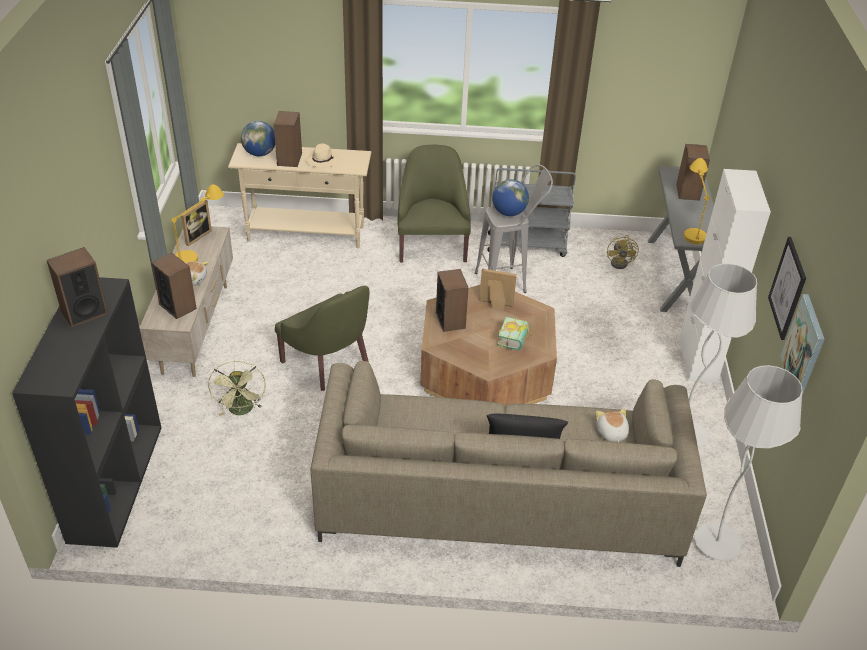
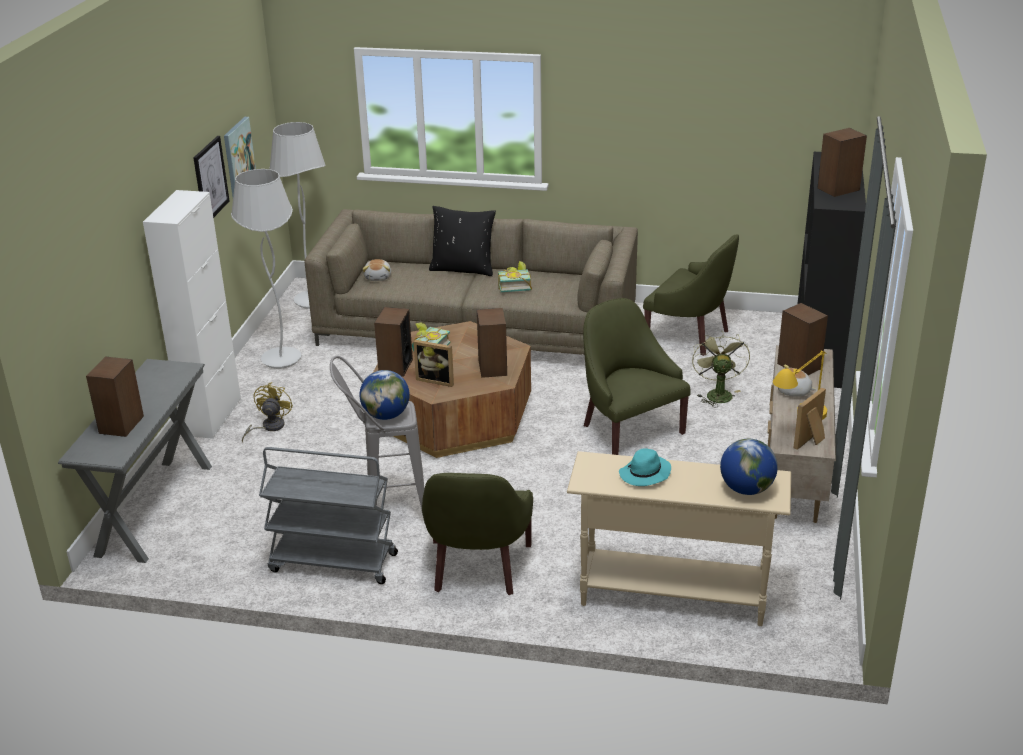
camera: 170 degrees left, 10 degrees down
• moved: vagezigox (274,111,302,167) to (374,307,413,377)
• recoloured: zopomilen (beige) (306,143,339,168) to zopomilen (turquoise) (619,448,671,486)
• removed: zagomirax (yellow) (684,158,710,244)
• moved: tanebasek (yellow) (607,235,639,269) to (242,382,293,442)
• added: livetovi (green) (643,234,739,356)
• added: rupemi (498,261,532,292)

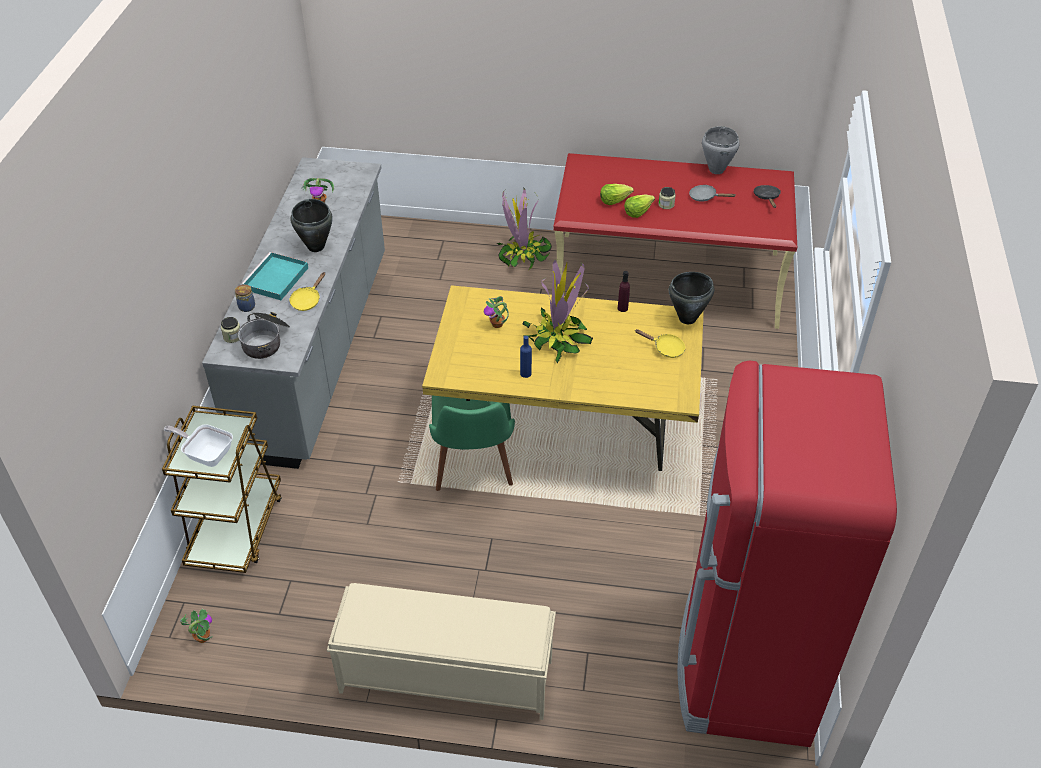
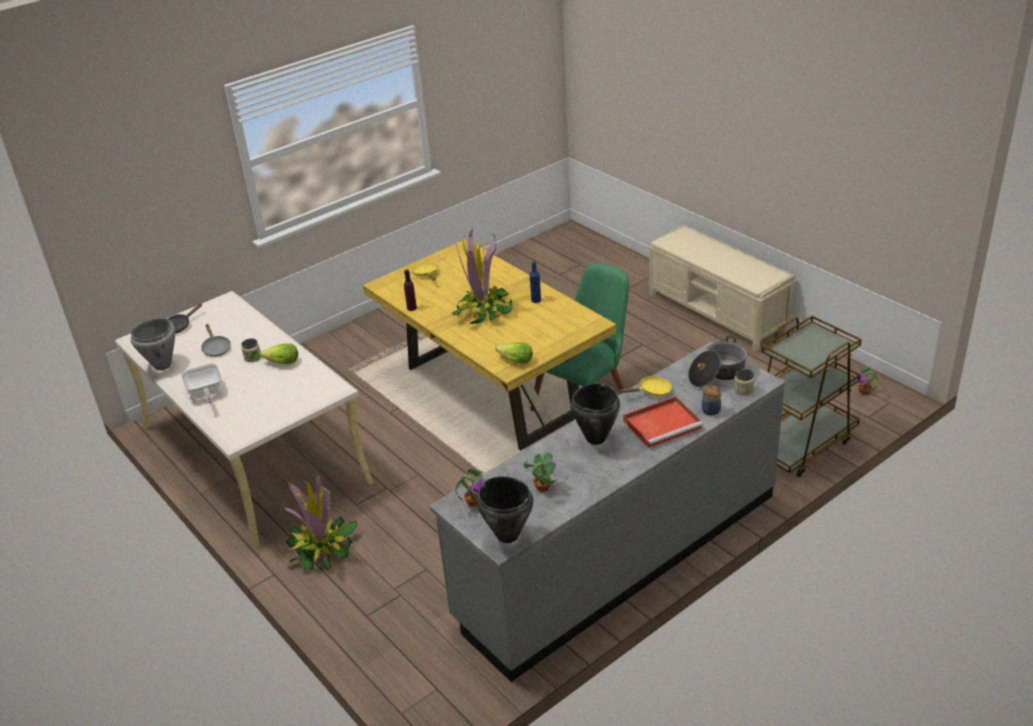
camera: 135 degrees left, 10 degrees down
• recoloured: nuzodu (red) (553,153,797,329) to nuzodu (beige) (115,291,373,548)
• moved: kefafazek (600,184,634,205) to (495,342,533,364)
• recoloured: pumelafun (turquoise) (241,252,308,300) to pumelafun (red) (623,396,703,448)
• moved: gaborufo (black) (669,272,714,324) to (476,476,533,543)
• moved: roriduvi (484,296,509,328) to (455,468,485,507)
• removed: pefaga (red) (677,361,897,747)
• moved: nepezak (164,424,233,467) to (181,363,222,403)

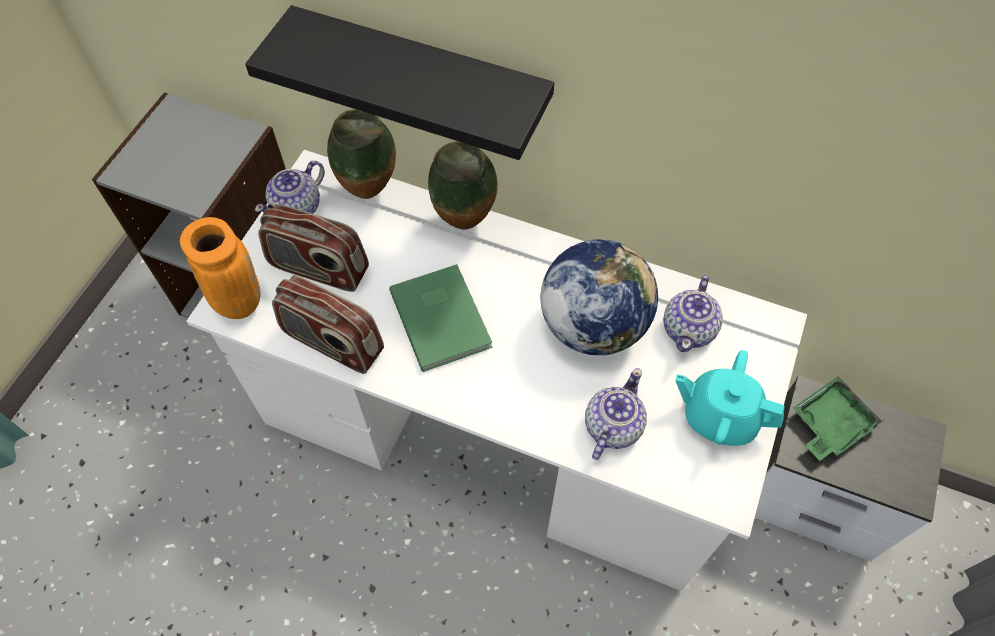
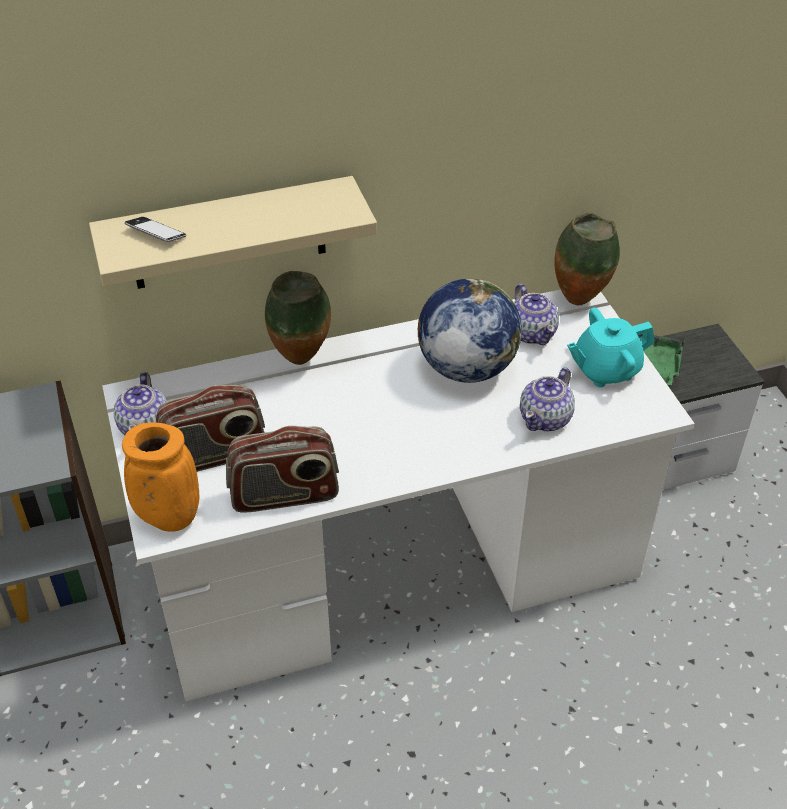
camera: 40 degrees left, 15 degrees down
• recoloured: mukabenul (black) (245,5,554,160) to mukabenul (beige) (89,176,377,289)
• moved: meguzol (327,109,396,199) to (554,212,620,305)
• removed: rupemi (green) (389,264,492,372)
• turned: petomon (585,368,647,460) = (520,367,575,432) 135 degrees counterclockwise
• added: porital (125,217,186,242)

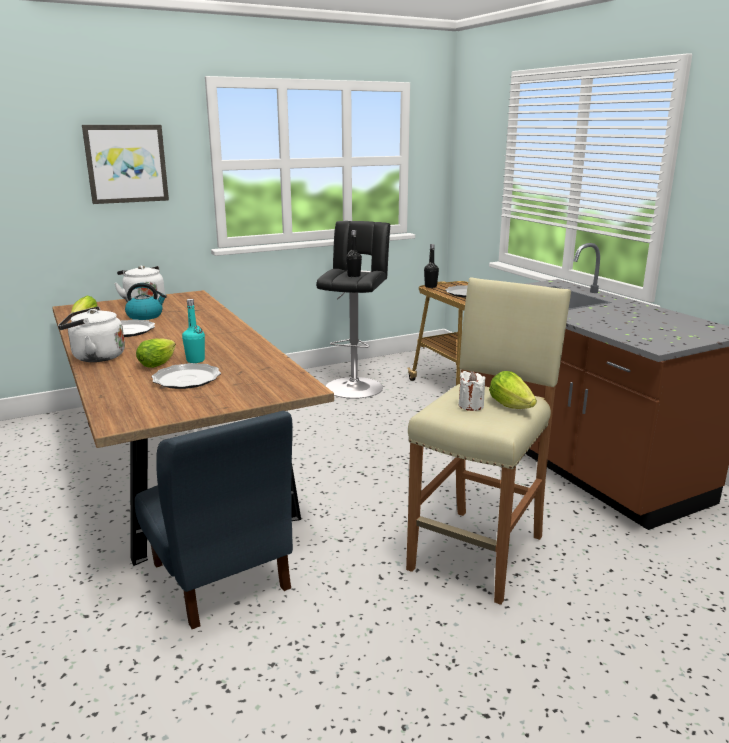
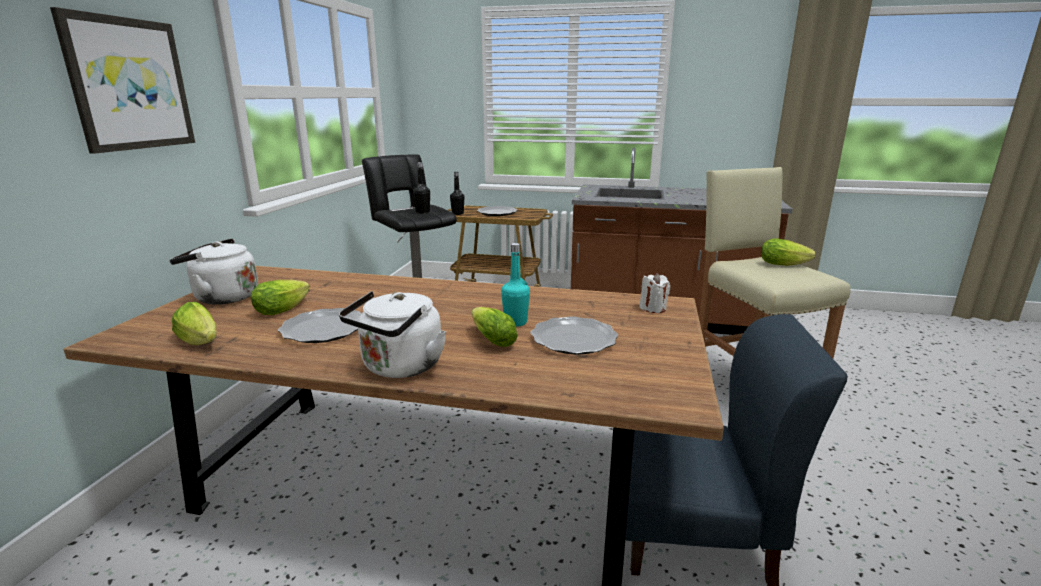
camera: 50 degrees left, 0 degrees up
• replaced: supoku (125,283,167,320) to kefafazek (251,280,310,315)
• moved: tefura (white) (458,371,485,411) to (639,273,670,313)

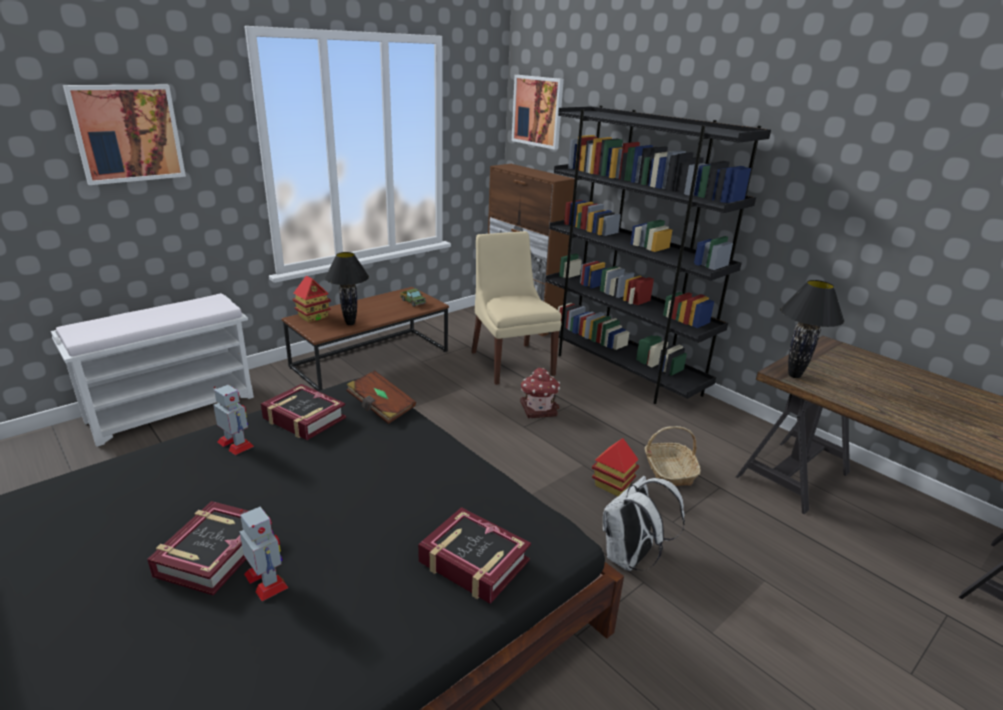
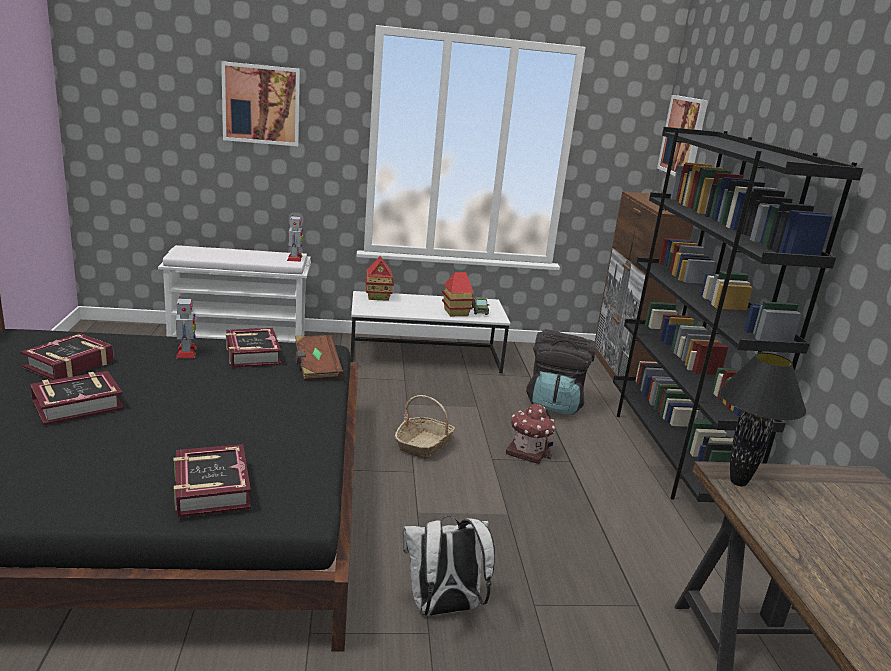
camera: 35 degrees right, 5 degrees down
• replaced: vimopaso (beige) (471,231,562,385) to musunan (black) (526,329,597,415)
• removed: zagomirax (black) (325,252,369,325)
• recoloured: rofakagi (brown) (282,287,449,391) to rofakagi (white) (350,291,510,373)
• moved: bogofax (645,426,701,486) to (395,395,455,459)
• moved: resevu (592,438,639,496) to (442,272,475,316)
• moved: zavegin (239,507,288,601) to (287,215,303,262)
• added: rupemi (20,333,114,380)

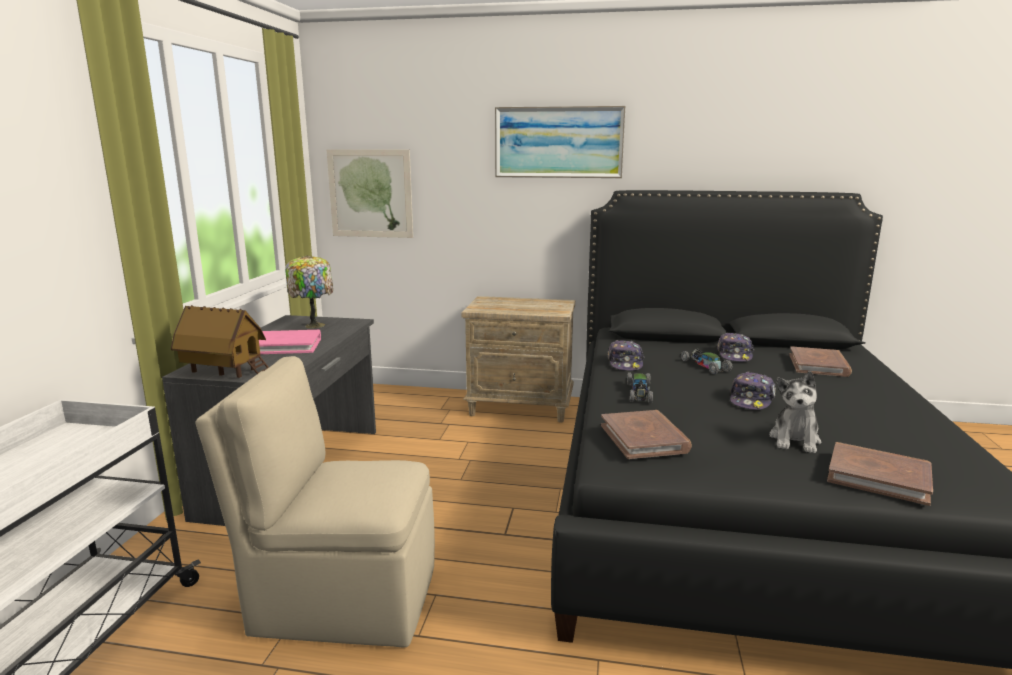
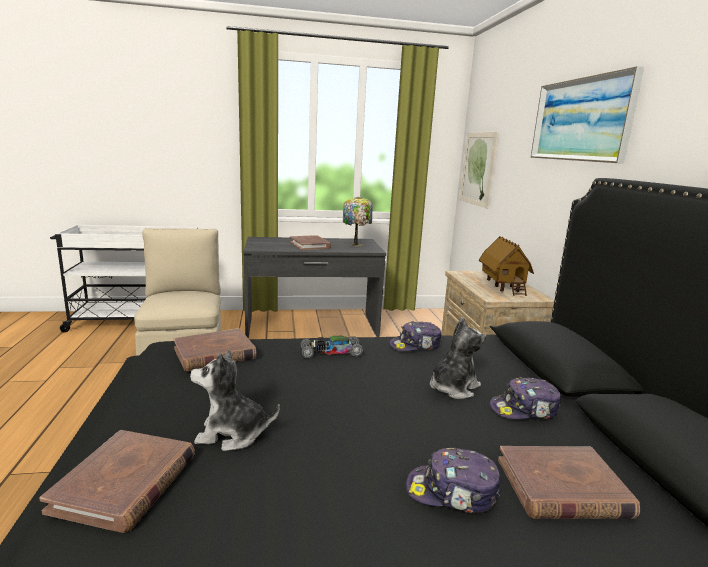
camera: 70 degrees right, 0 degrees up
• moved: resevu (171,305,269,378) to (479,236,534,296)
• recoloured: rupemi (pink) (259,330,321,354) to rupemi (brown) (290,235,331,250)
• replaced: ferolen (681,348,732,374) to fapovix (430,317,486,399)
• moved: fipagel (730,372,776,410) to (406,448,500,513)

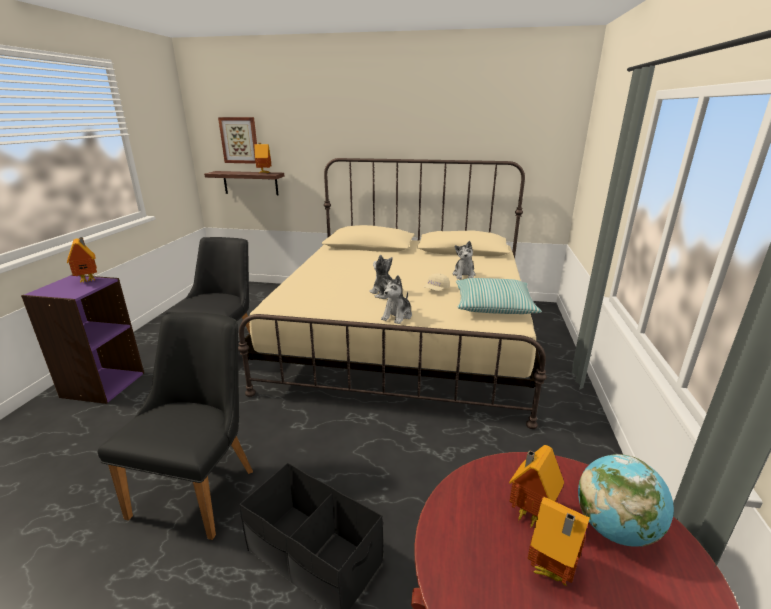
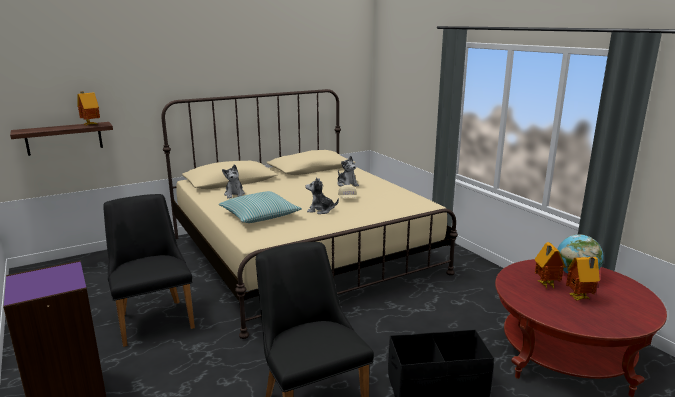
camera: 40 degrees left, 5 degrees down
• removed: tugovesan (218,117,257,164)
• removed: resevu (67,237,97,283)
• moved: fapovix (381,275,412,324) to (222,164,245,199)
• moved: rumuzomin (456,278,542,314) to (219,191,302,223)

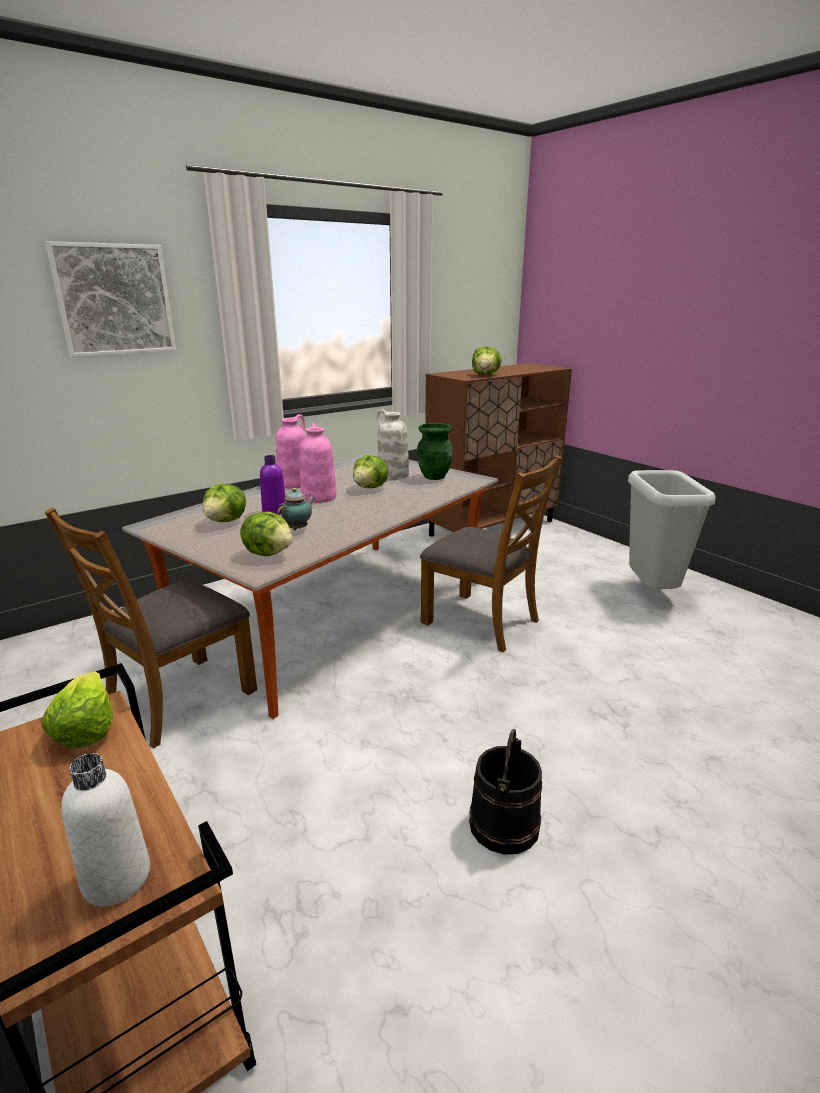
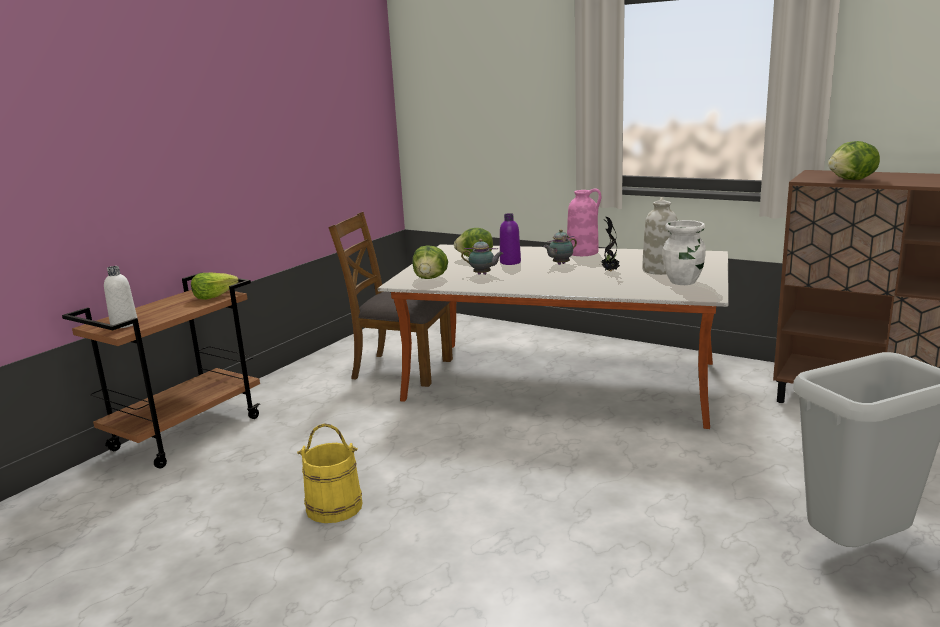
camera: 70 degrees right, 5 degrees down
• removed: tugovesan (45,241,176,358)
• replaced: meguzol (pink) (300,423,336,503) to petomon (543,229,577,265)
• recoloured: meguzol (green) (417,423,453,480) to meguzol (white) (663,220,706,285)
• replaced: kefafazek (353,455,389,488) to roriduvi (602,216,620,271)
• removed: vimopaso (brown) (420,455,562,652)
• recoloured: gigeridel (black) (469,729,542,854) to gigeridel (yellow) (297,423,363,523)

